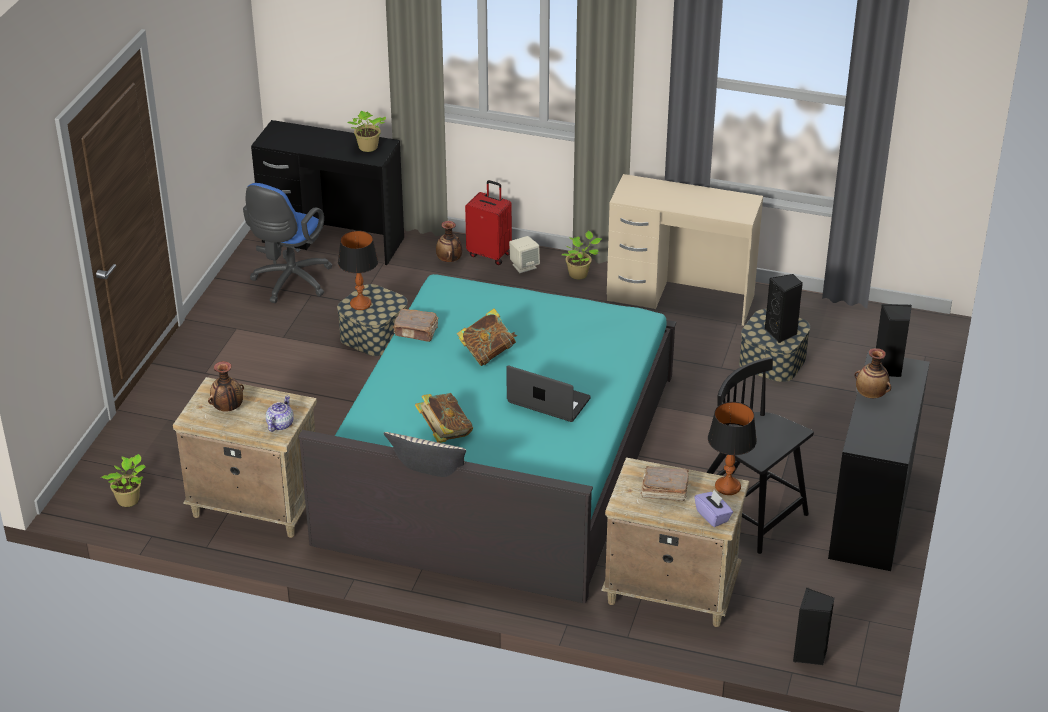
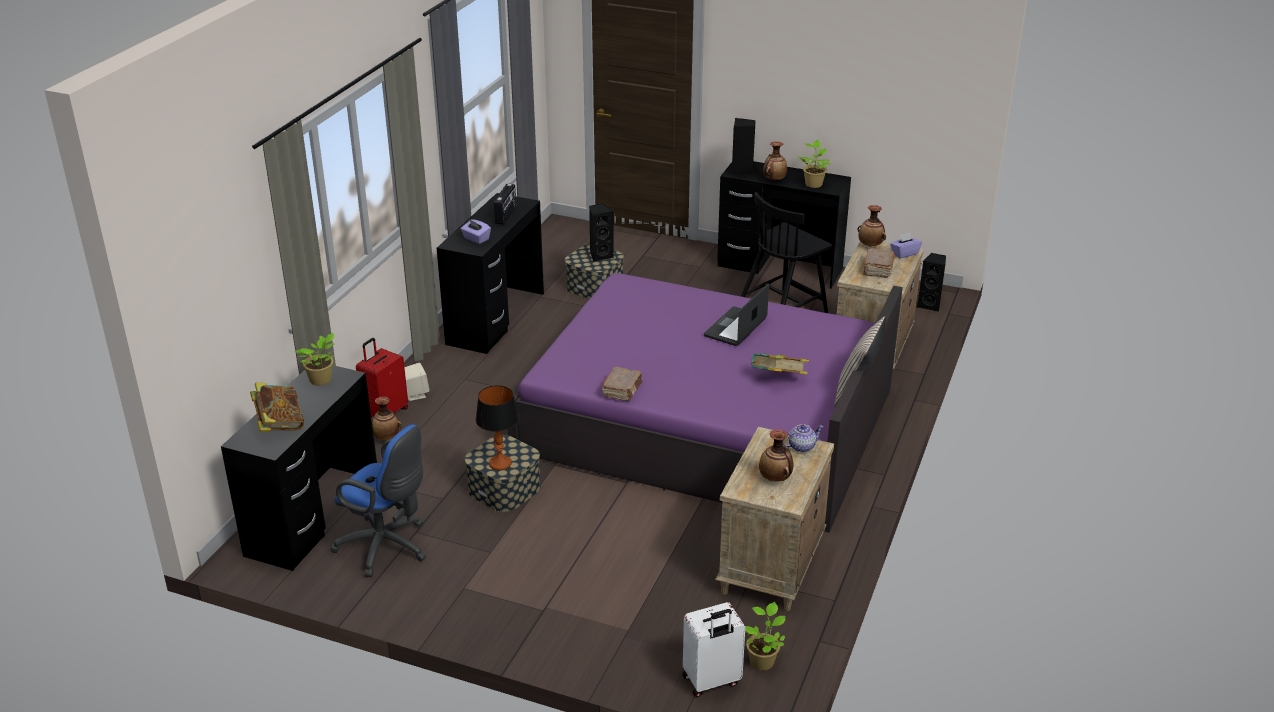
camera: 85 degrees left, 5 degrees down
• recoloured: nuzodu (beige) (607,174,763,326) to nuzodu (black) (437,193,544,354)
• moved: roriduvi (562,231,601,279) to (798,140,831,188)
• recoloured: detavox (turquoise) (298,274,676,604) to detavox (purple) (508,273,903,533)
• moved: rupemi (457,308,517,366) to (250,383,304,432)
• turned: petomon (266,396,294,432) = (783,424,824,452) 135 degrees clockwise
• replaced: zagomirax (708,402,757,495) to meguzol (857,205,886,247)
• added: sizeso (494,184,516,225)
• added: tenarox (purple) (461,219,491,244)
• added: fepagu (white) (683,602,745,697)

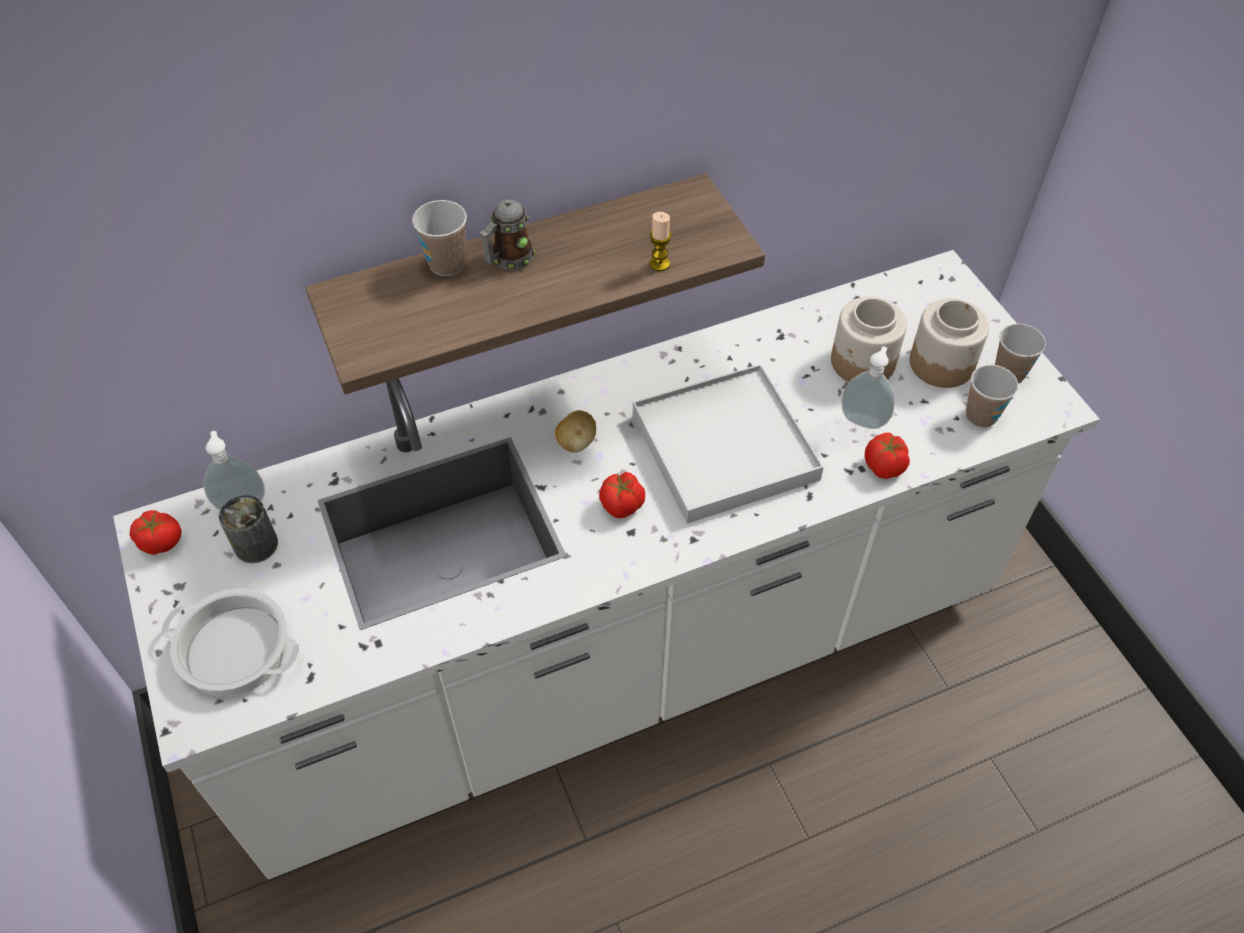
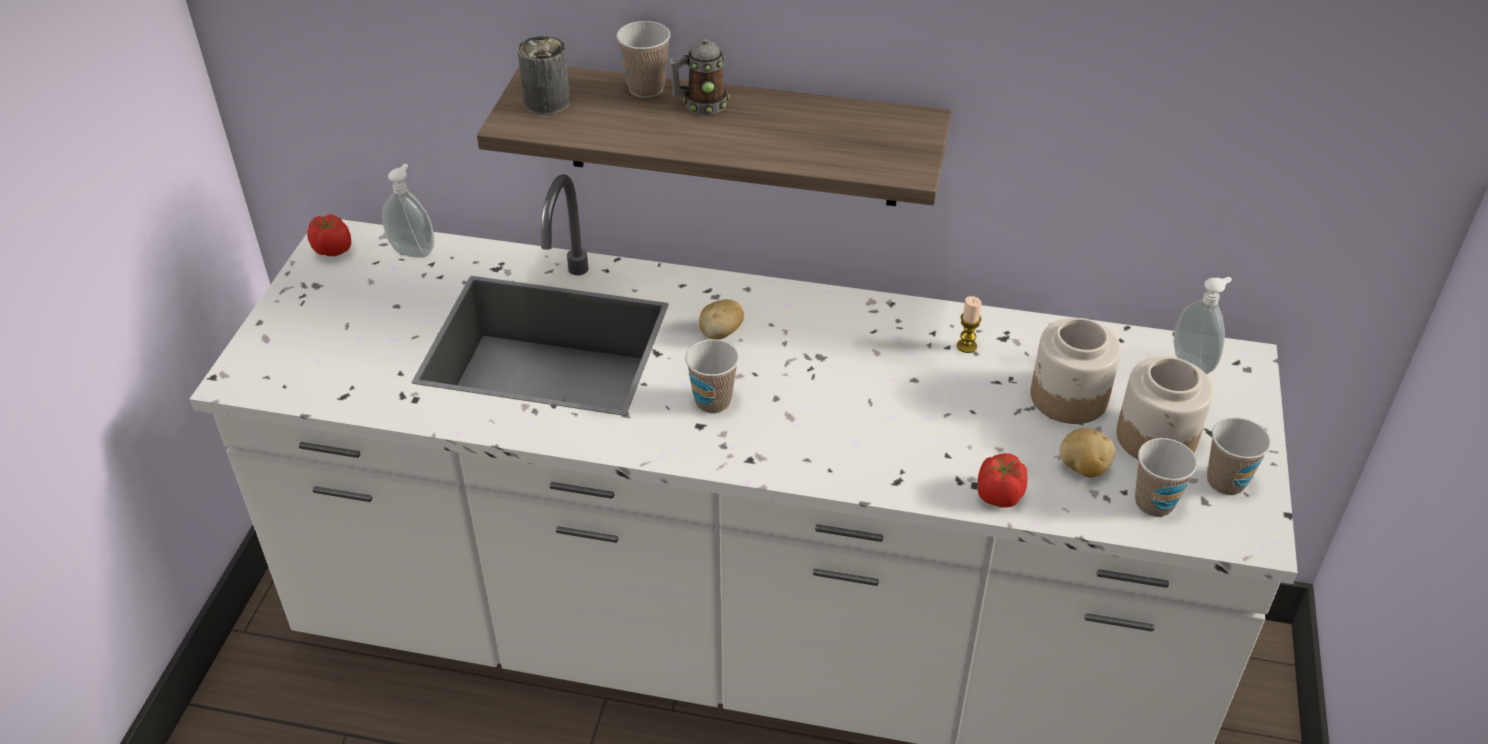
camera: 35 degrees right, 10 degrees down
• moved: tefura (649,212,671,271) to (957,296,982,353)
• moved: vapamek (841,346,895,429) to (1173,277,1232,374)
• removed: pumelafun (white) (633,364,824,524)
• replaced: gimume (599,472,645,518) to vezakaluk (685,339,739,414)
• moved: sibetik (219,495,278,563) to (518,36,571,115)
• removed: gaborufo (161,589,299,696)
• added: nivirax (1060,428,1115,478)

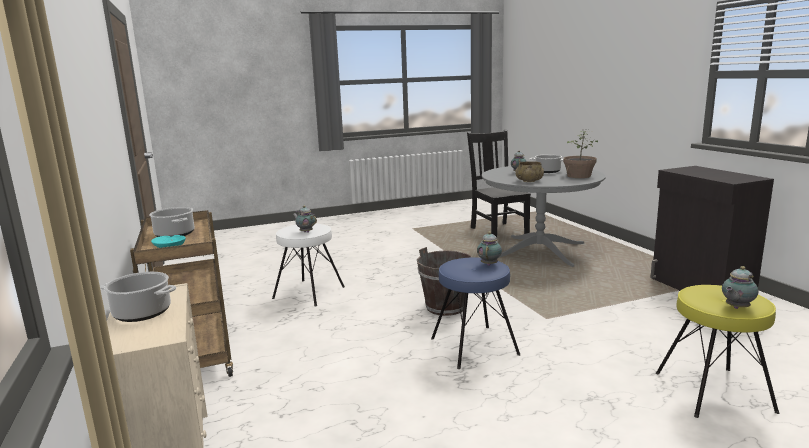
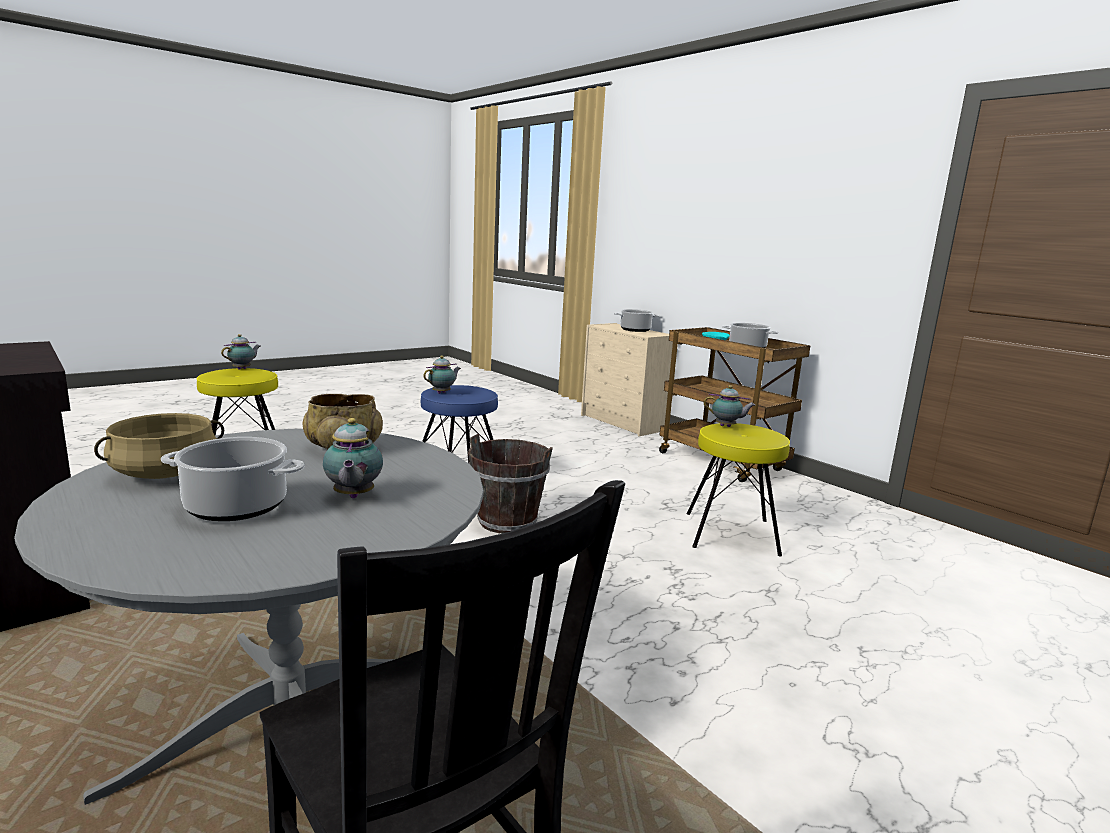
camera: 160 degrees right, 0 degrees up
• replaced: roriduvi (563,129,598,178) to gaborufo (beige) (94,413,224,479)
• recoloured: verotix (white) (272,223,345,307) to verotix (yellow) (687,423,790,557)
• turned: petomon (477,231,502,266) = (423,356,461,394) 135 degrees counterclockwise

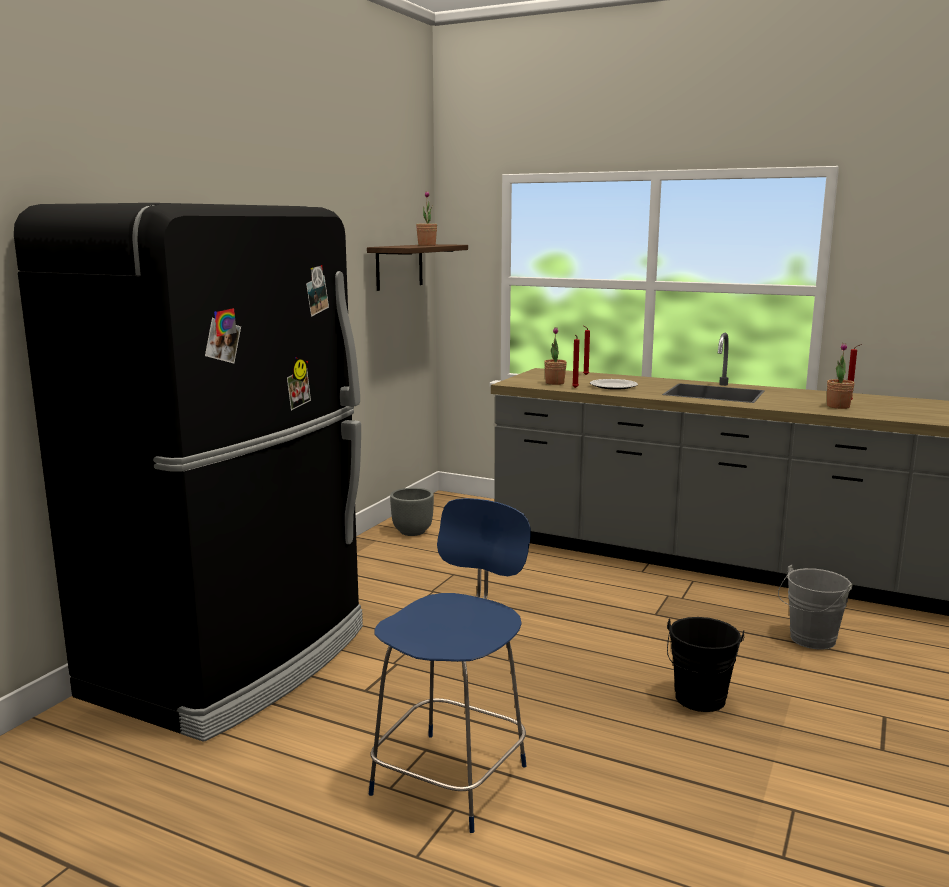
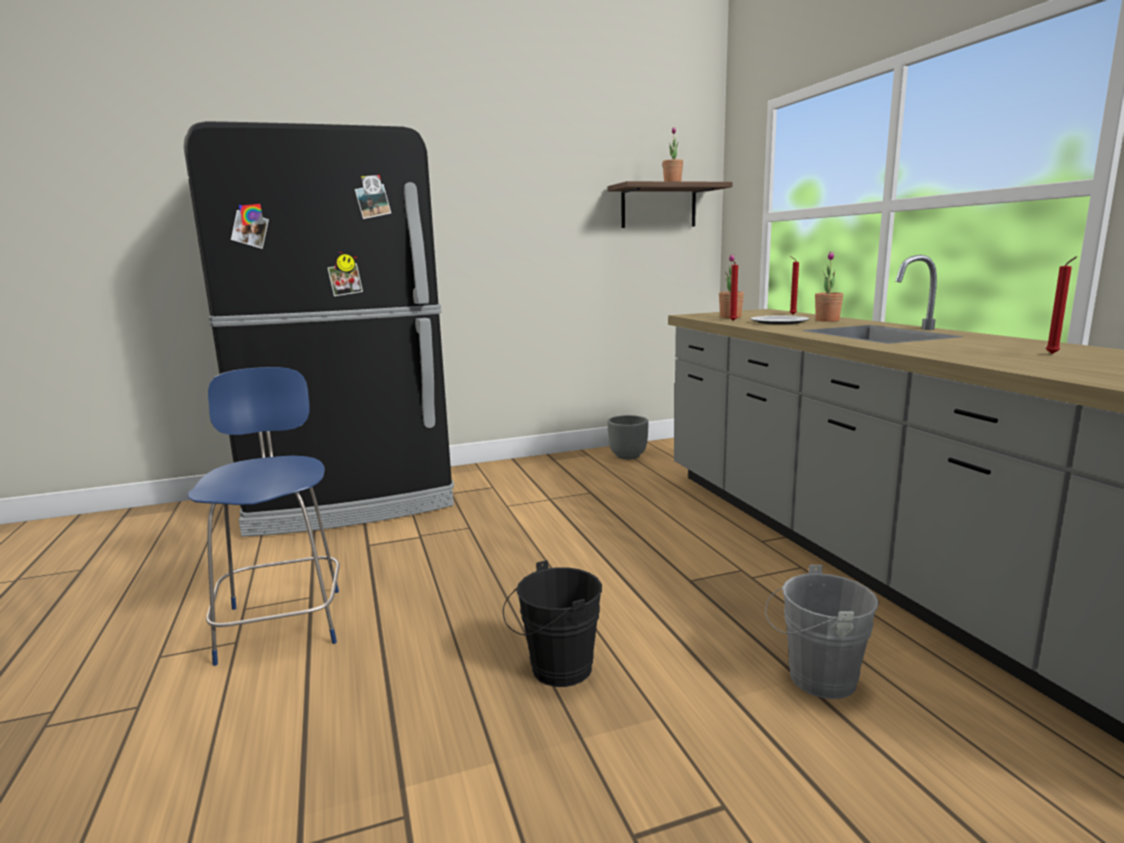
camera: 45 degrees right, 0 degrees up
• moved: roriduvi (827,343,855,409) to (815,252,844,322)
• turned: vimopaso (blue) (369,498,531,833) = (188,367,340,666) 90 degrees counterclockwise

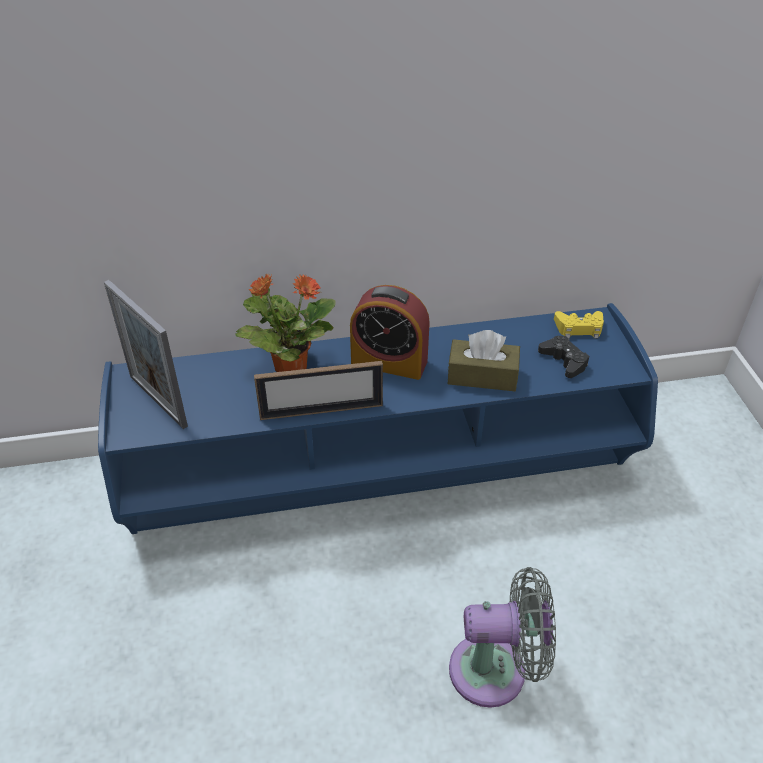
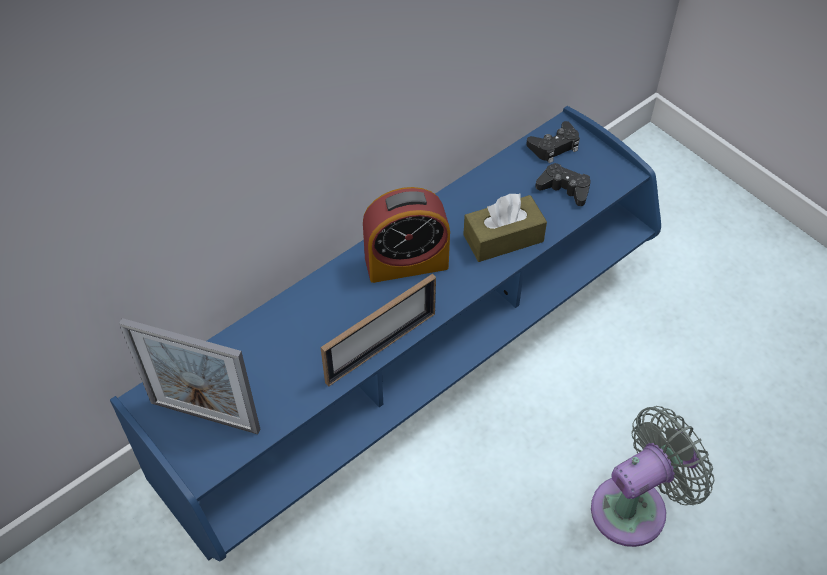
camera: 30 degrees left, 10 degrees up
• removed: roriduvi (235,274,336,372)
• recoloured: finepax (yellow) (554,311,604,338) to finepax (black) (526,121,580,163)

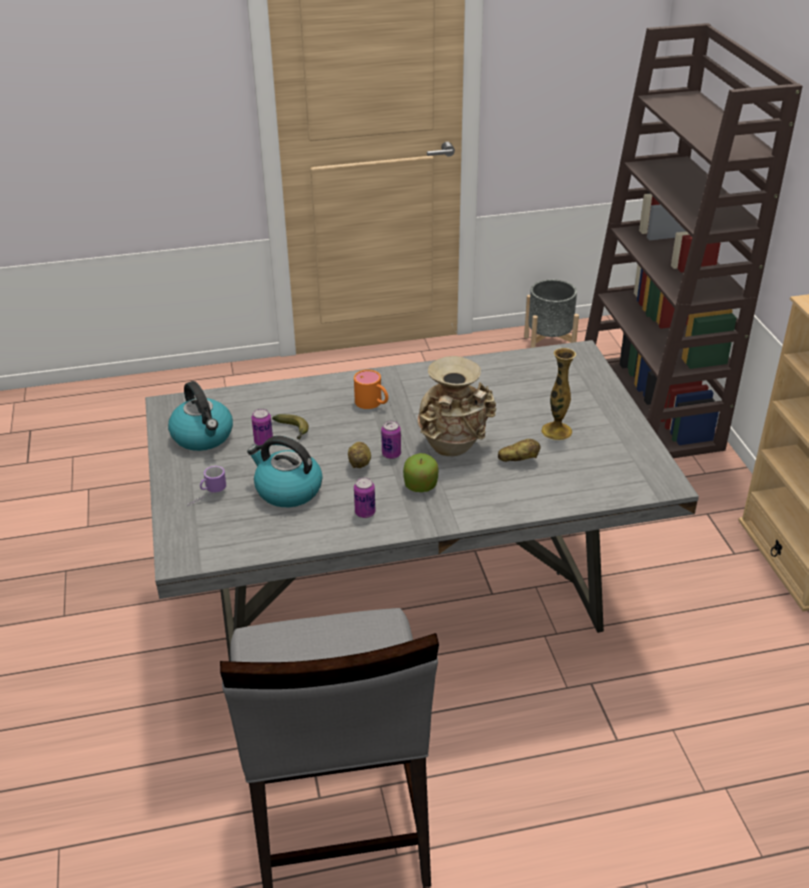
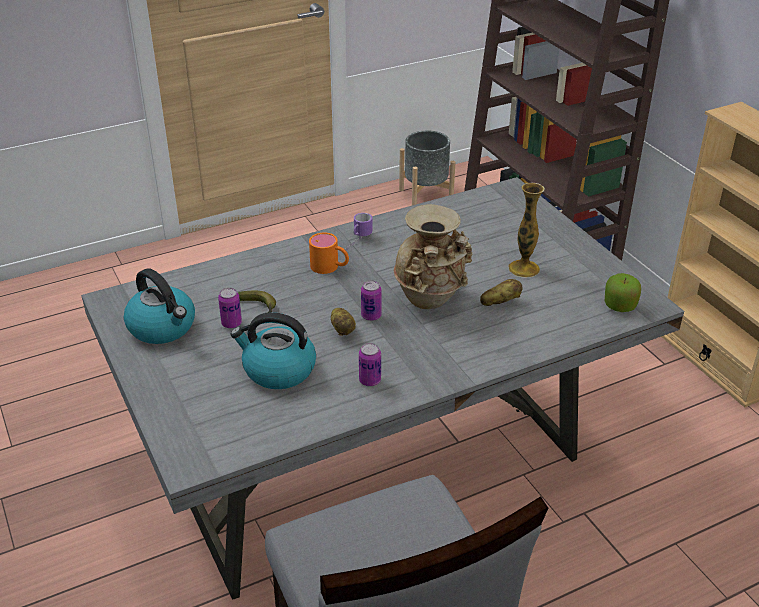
camera: 15 degrees left, 0 degrees up
• moved: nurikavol (403,453,439,492) to (605,273,641,312)
• moved: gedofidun (187,466,226,507) to (345,213,372,250)

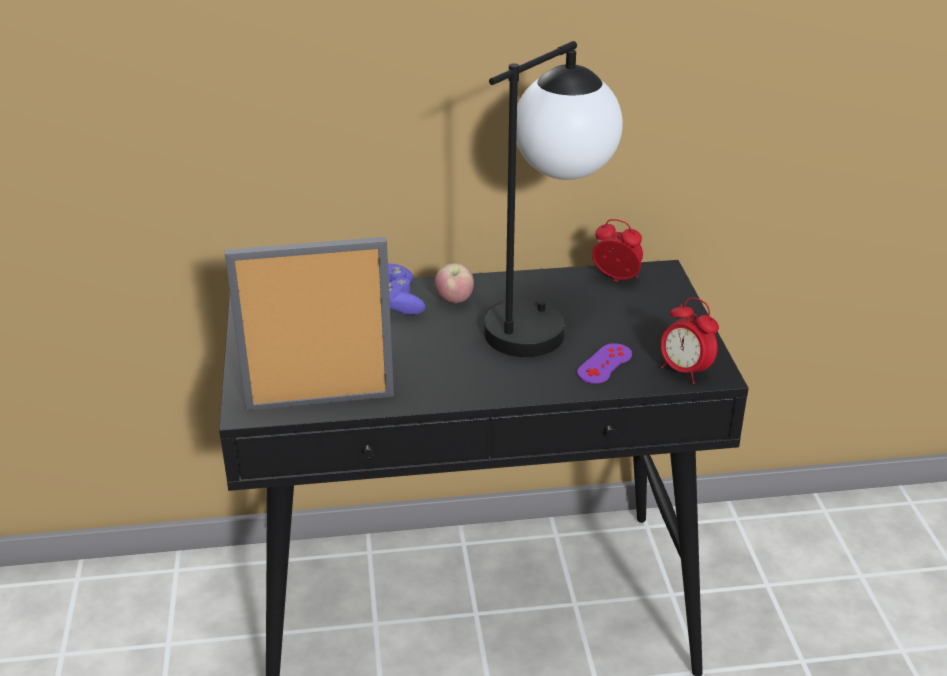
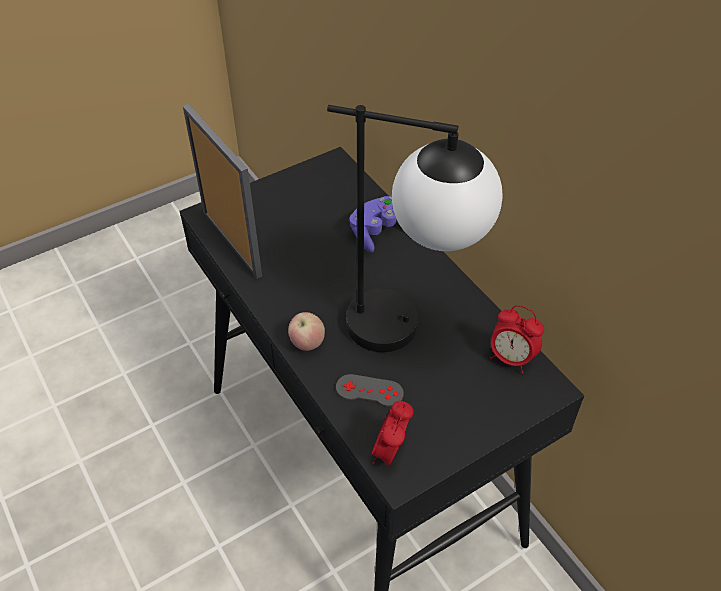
camera: 65 degrees right, 15 degrees up
• turned: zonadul (592,219,643,282) = (490,305,544,373) 120 degrees clockwise
• moved: nurikavol (434,263,474,303) to (288,312,325,351)
• recoloured: finepax (purple) (577,343,632,384) to finepax (grey) (336,374,404,407)

